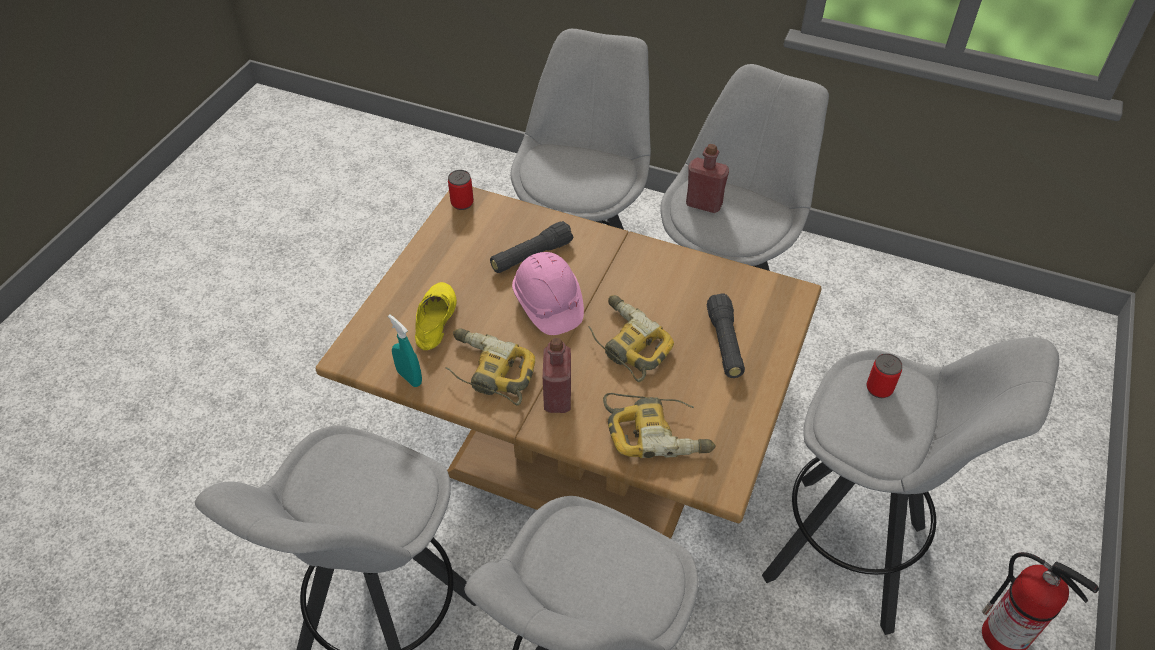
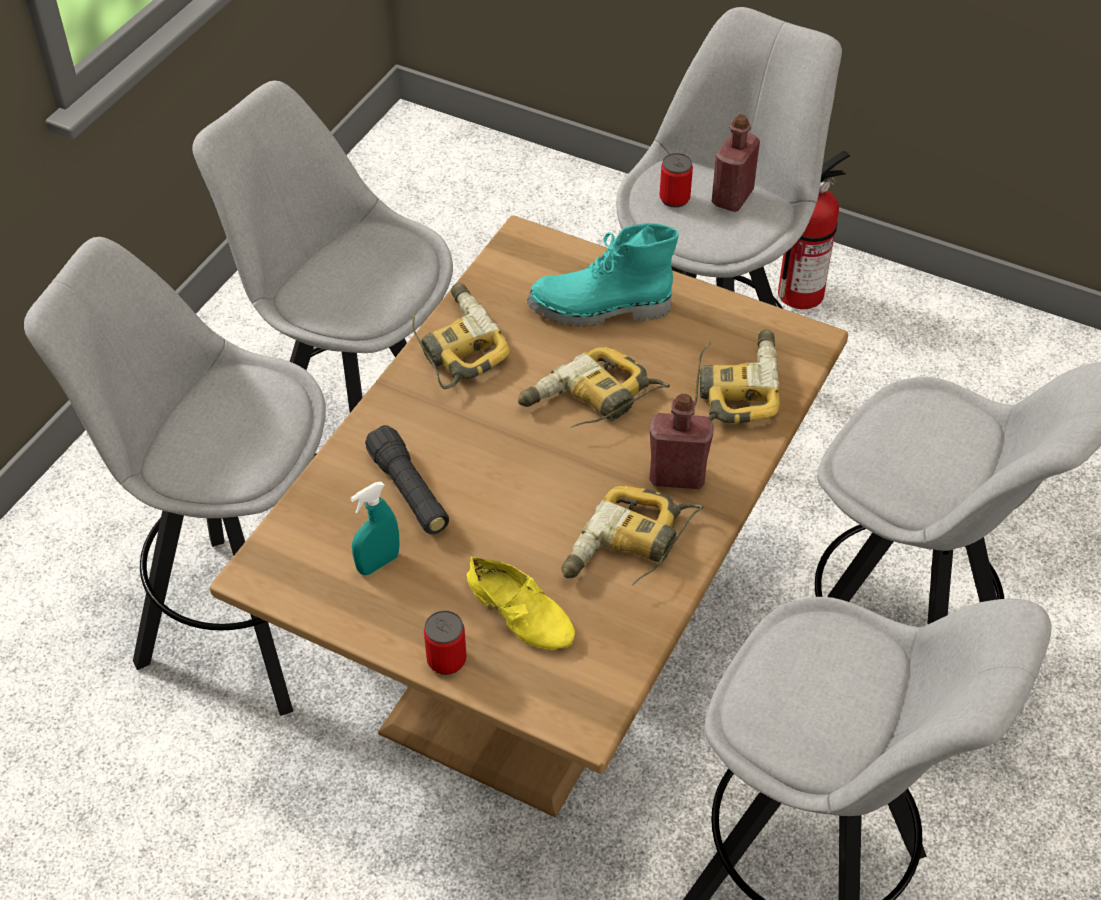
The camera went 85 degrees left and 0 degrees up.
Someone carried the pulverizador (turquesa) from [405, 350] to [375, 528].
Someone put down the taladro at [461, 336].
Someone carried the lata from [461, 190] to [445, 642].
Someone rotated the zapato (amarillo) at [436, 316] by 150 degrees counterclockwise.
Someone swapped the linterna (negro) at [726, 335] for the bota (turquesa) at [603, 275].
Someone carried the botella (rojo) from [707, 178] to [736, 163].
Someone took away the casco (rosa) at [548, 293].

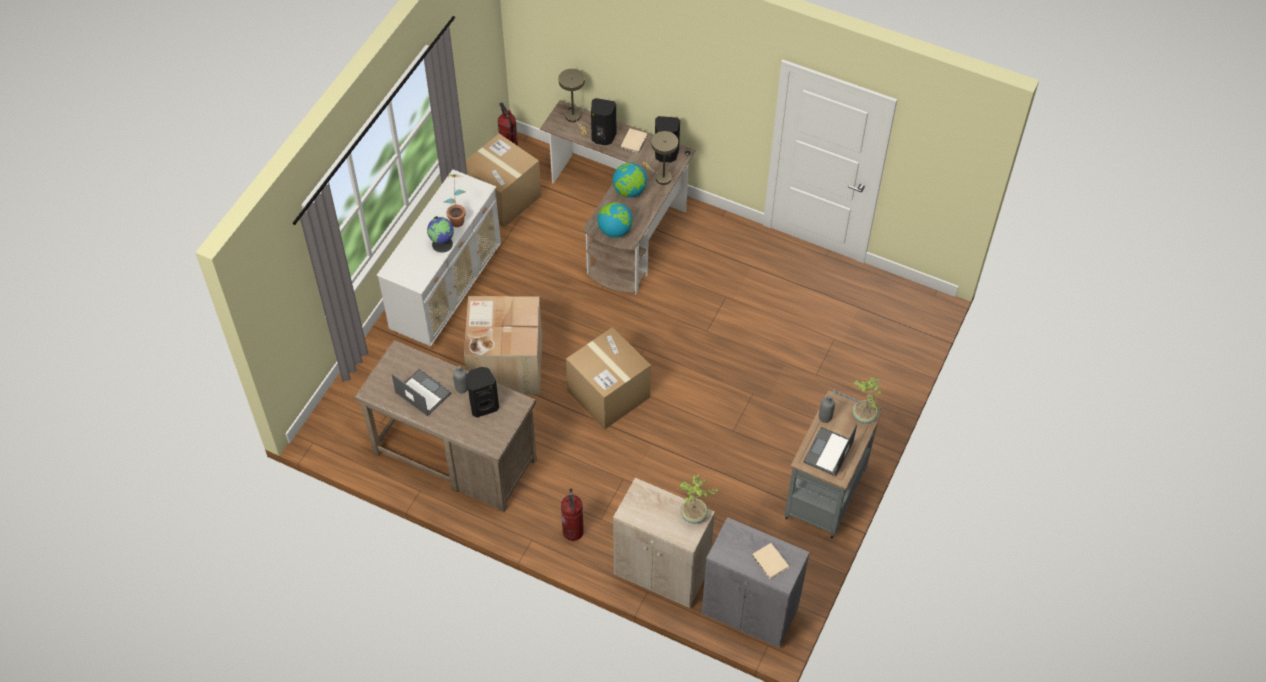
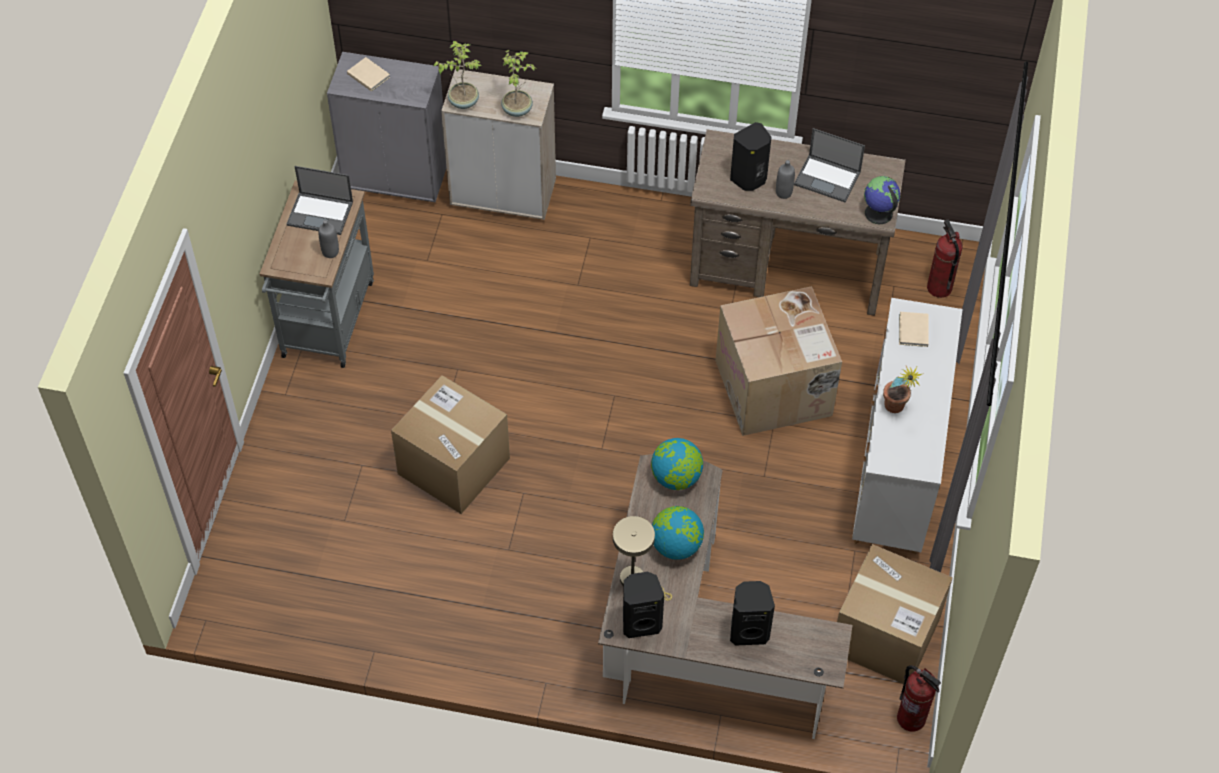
The camera went 165 degrees right and 0 degrees up.
Someone rotated the portátil at [830, 450] by 90 degrees clockwise.
Someone carried the caja de cartón from [608, 378] to [450, 444].
Someone carried the planta en maceta from [866, 400] to [519, 83].
Someone carried the globo terráqueo from [440, 234] to [882, 200].
Someone carried the libro (beis) from [634, 140] to [913, 329].
Someone carried the extintor from [572, 515] to [945, 259].
Someone took away the lámpara de mesa (beis) at [573, 102].

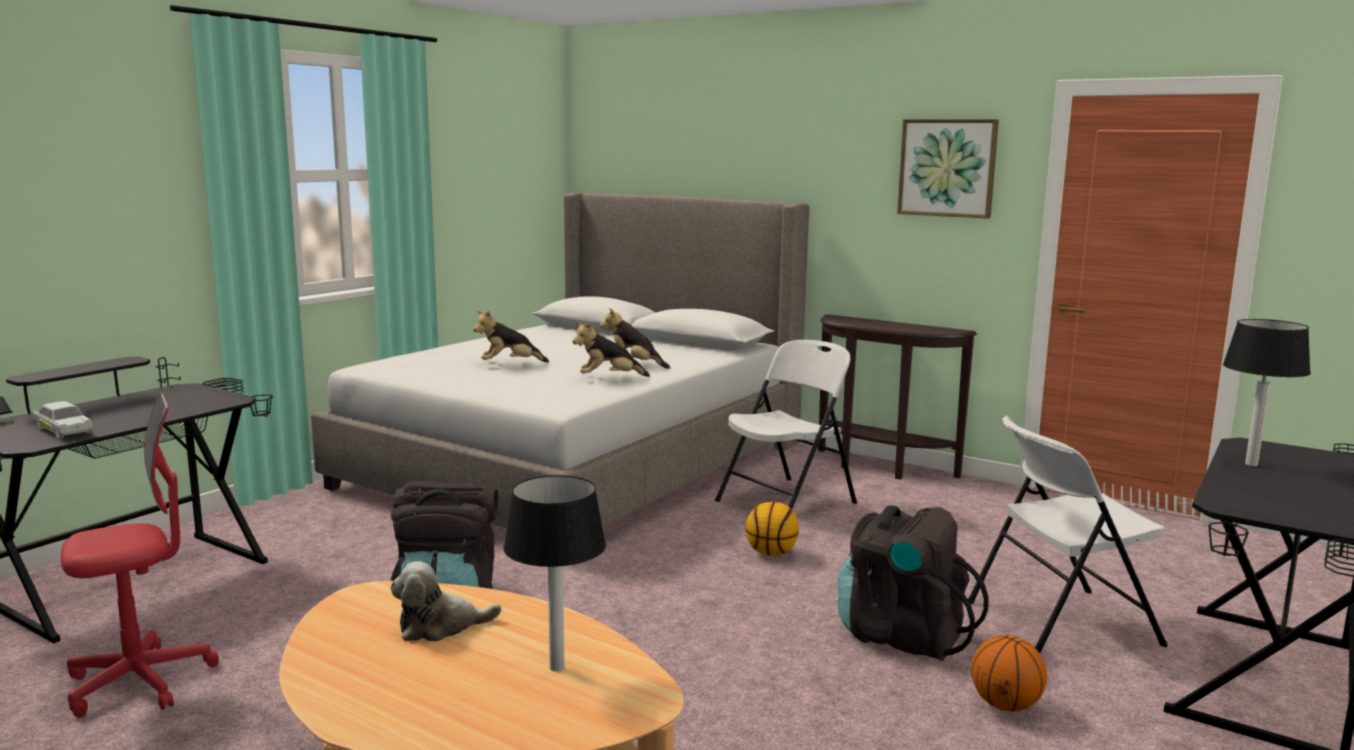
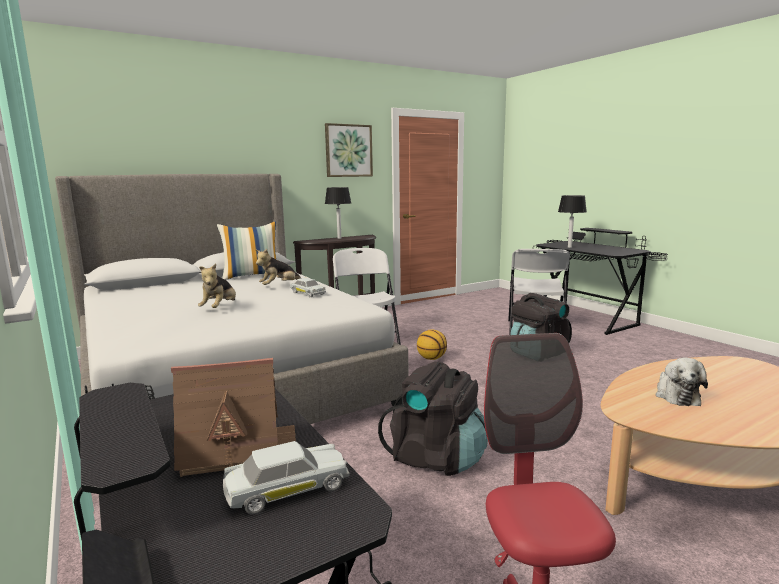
The camera went 65 degrees left and 0 degrees up.
Someone put down the casita at [233, 417].
Someone put down the cojín at [246, 250].
Someone swapped the peluche at [611, 349] for the coche de juguete (blanco) at [308, 287].
Someone carried the lámpara de mesa from [554, 573] to [338, 213].
Someone took away the balón de baloncesto at [1009, 673].

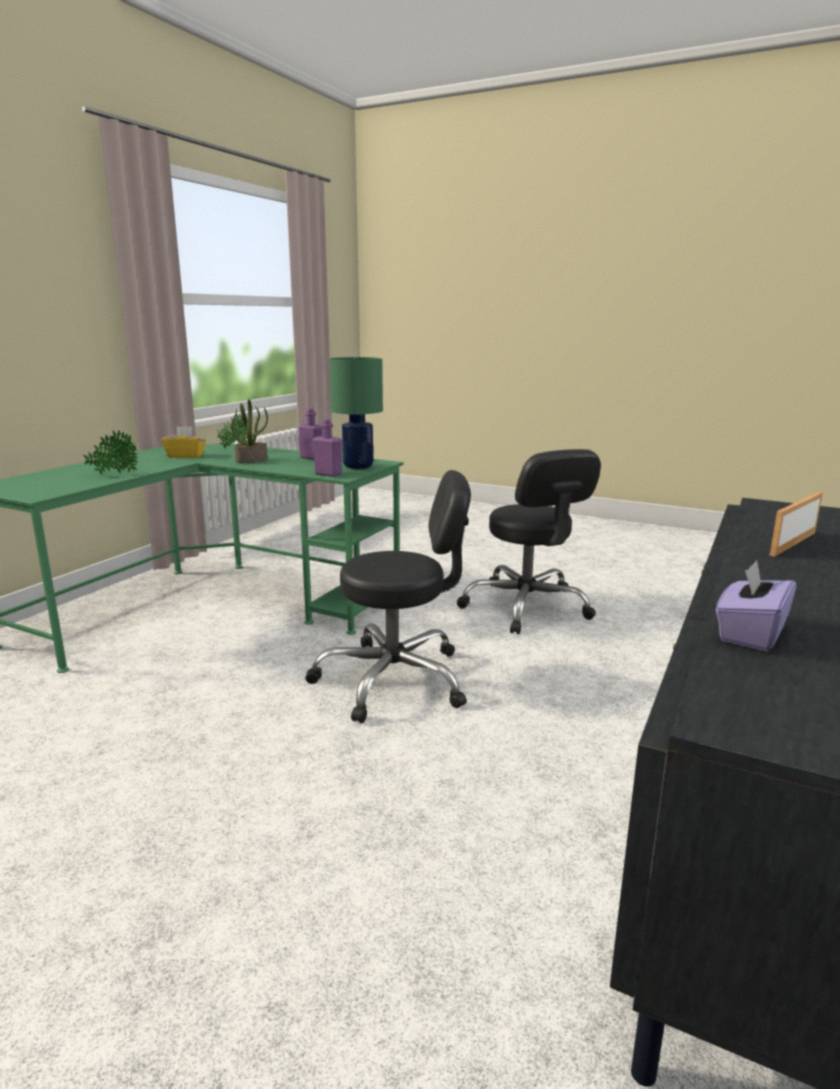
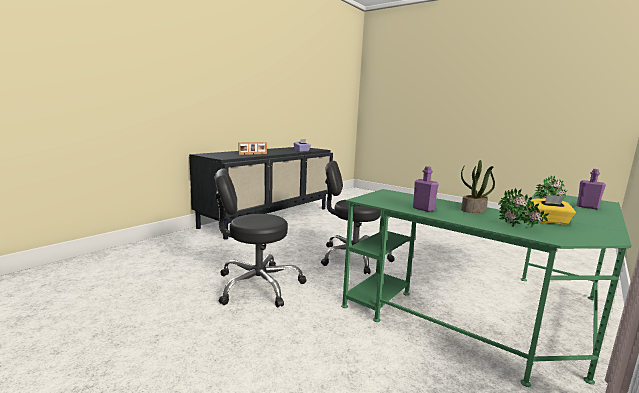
The camera went 170 degrees left and 5 degrees down.
Someone rotated the silla de oficina (negro) at [529, 541] by 90 degrees counterclockwise.
Someone carried the botella (morado) from [327, 448] to [591, 189].
Someone took away the lámpara de mesa (verde) at [356, 413].

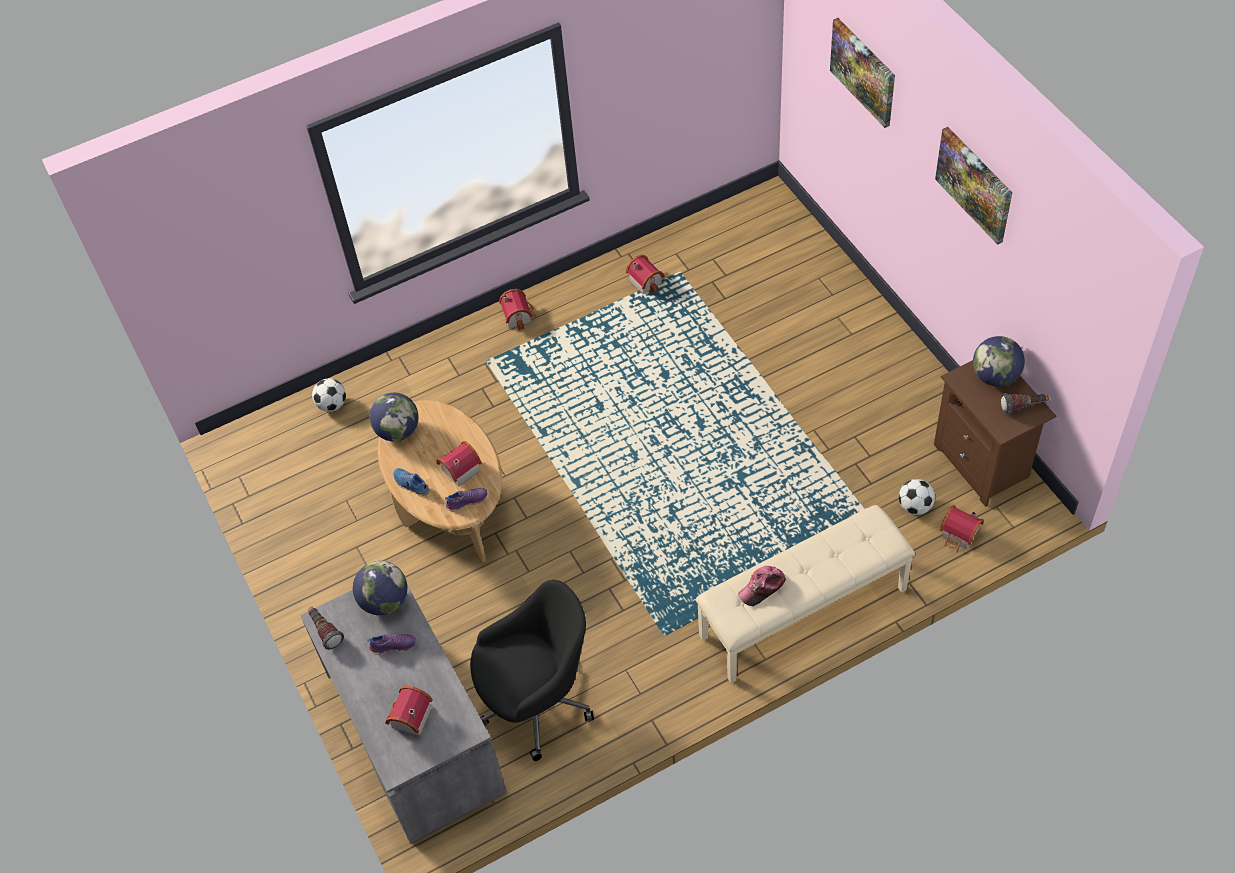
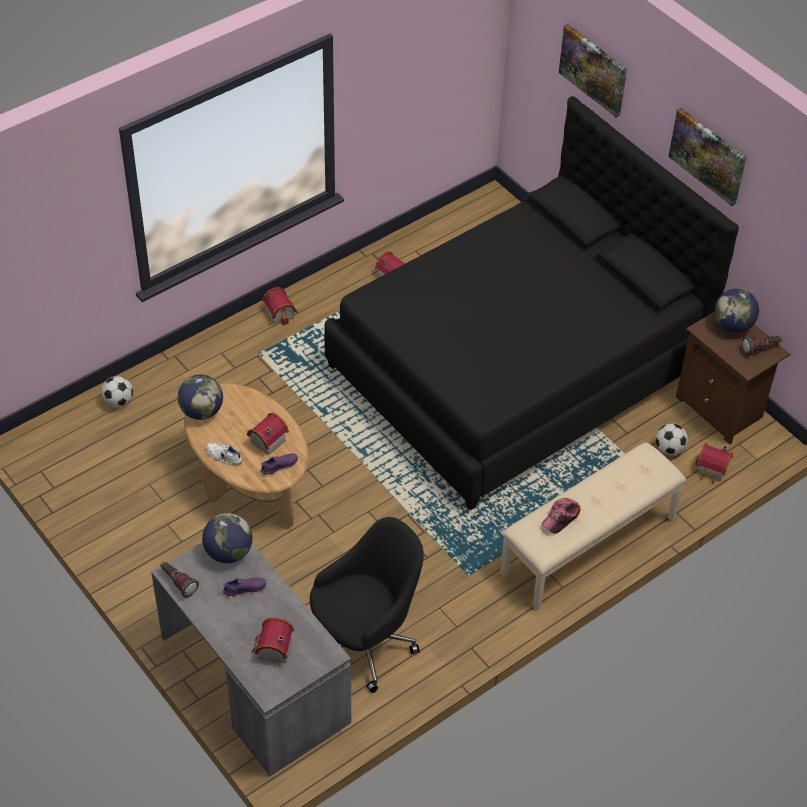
The camera went 15 degrees left and 5 degrees down.
Someone repainted the zapato (azul) at [412, 482], which became the zapato (blanco) at [224, 454].
Someone put down the cama (negro) at [532, 303].

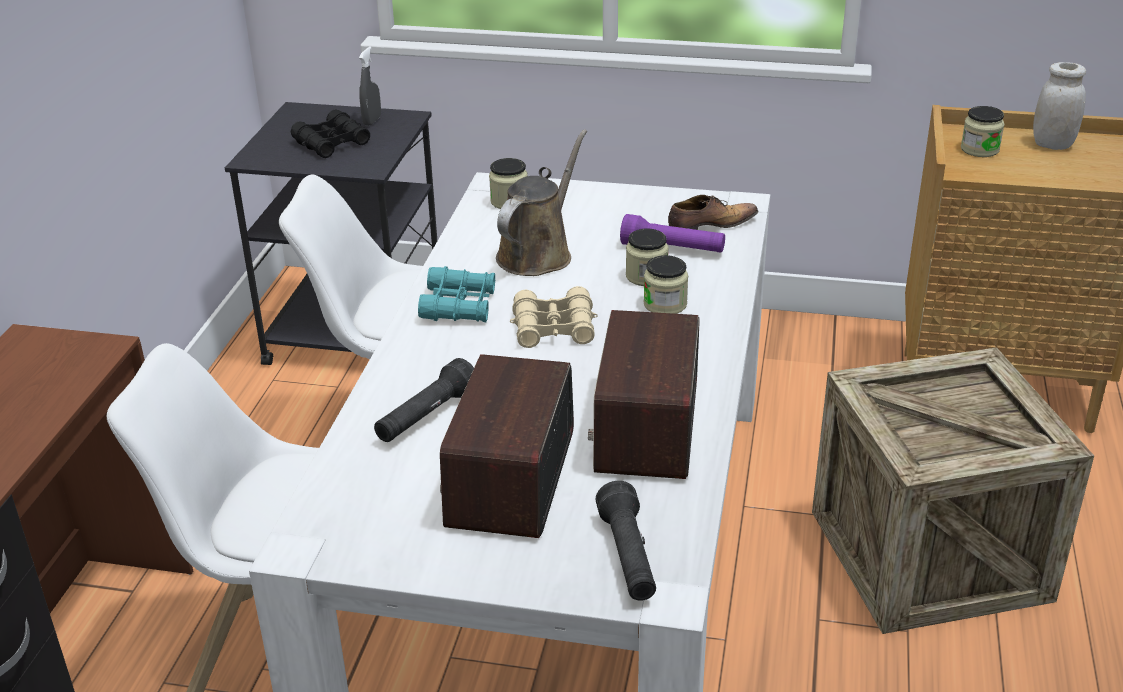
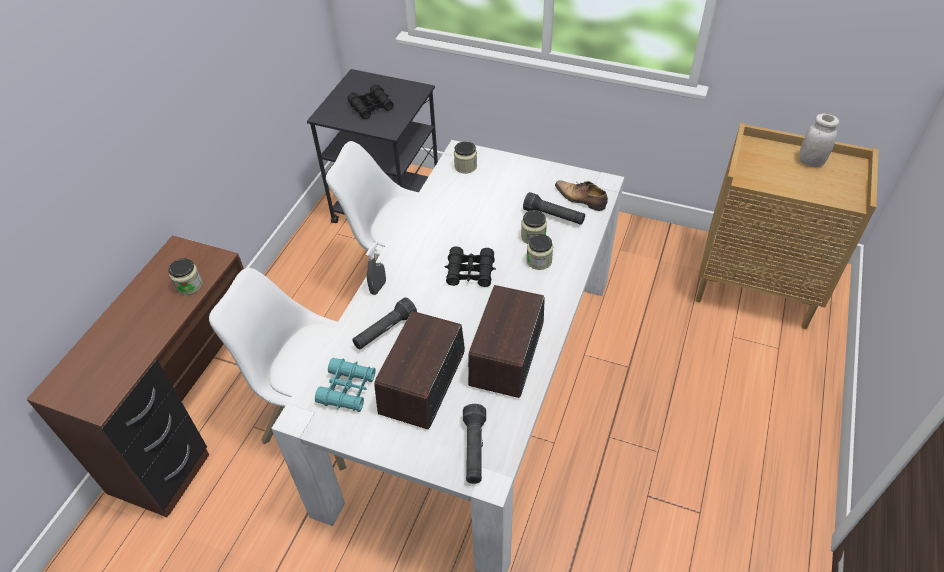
The camera went 10 degrees right and 15 degrees up.
Someone carried the tarro from [982, 131] to [185, 276].
Someone carried the prismáticos (turquesa) from [456, 294] to [345, 385].
Someone carried the pulverizador (gris) from [370, 86] to [376, 268].
Someone repainted the prismáticos (beis) at [554, 317], which became the prismáticos (negro) at [470, 266].
Someone repainted the linterna (morado) at [672, 233], which became the linterna (negro) at [554, 208].
Someone rotated the zapato at [713, 212] by 135 degrees counterclockwise.
Someone took away the regadera (marrón) at [541, 202].
Someone took away the caja de embalaje at [953, 490].

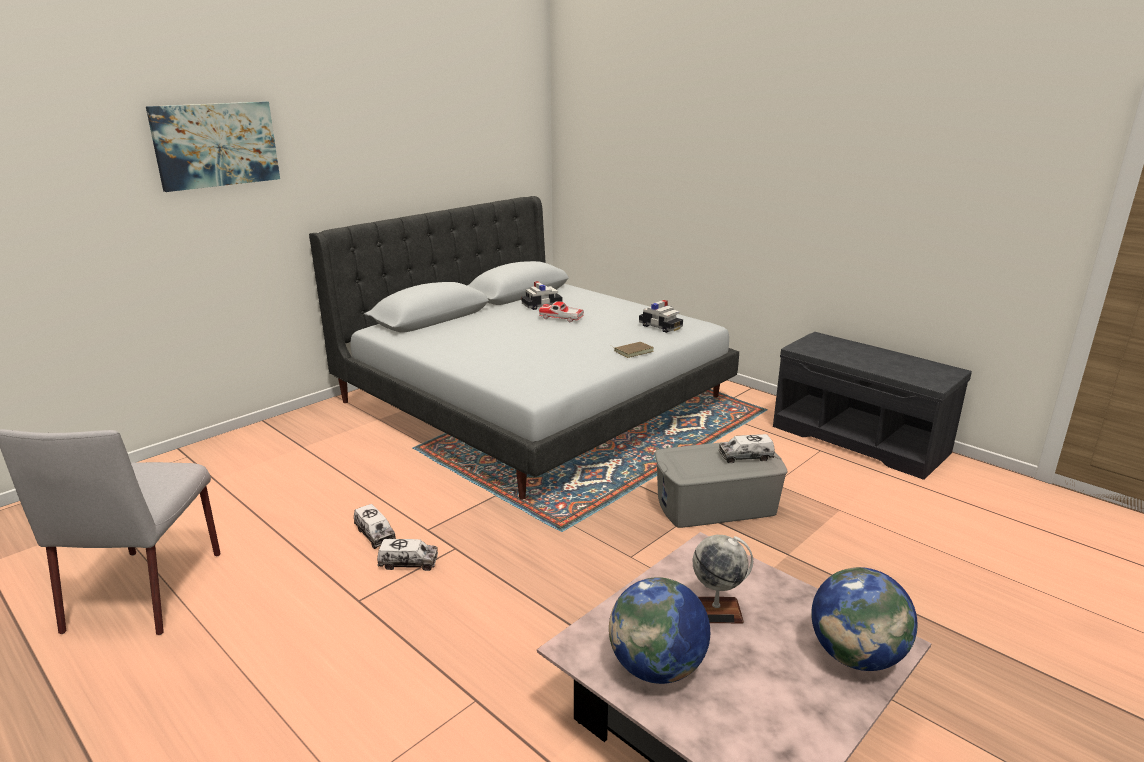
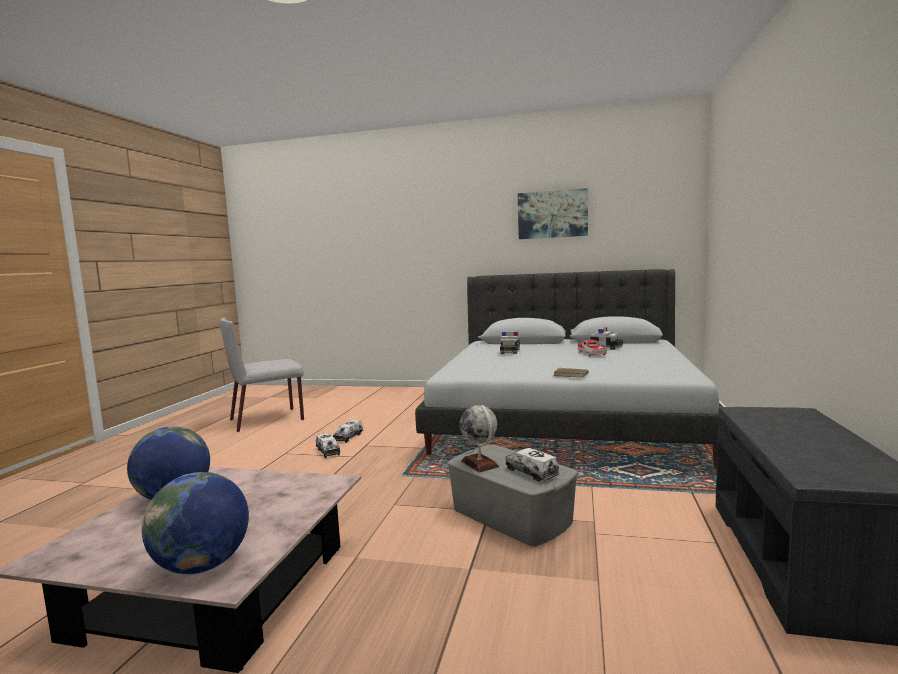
The camera went 60 degrees right and 15 degrees down.
Someone carried the globo terráqueo from [723, 579] to [479, 438].
Someone carried the coche de juguete from [661, 316] to [510, 342].
Someone carried the cuadro from [213, 146] to [553, 213].

